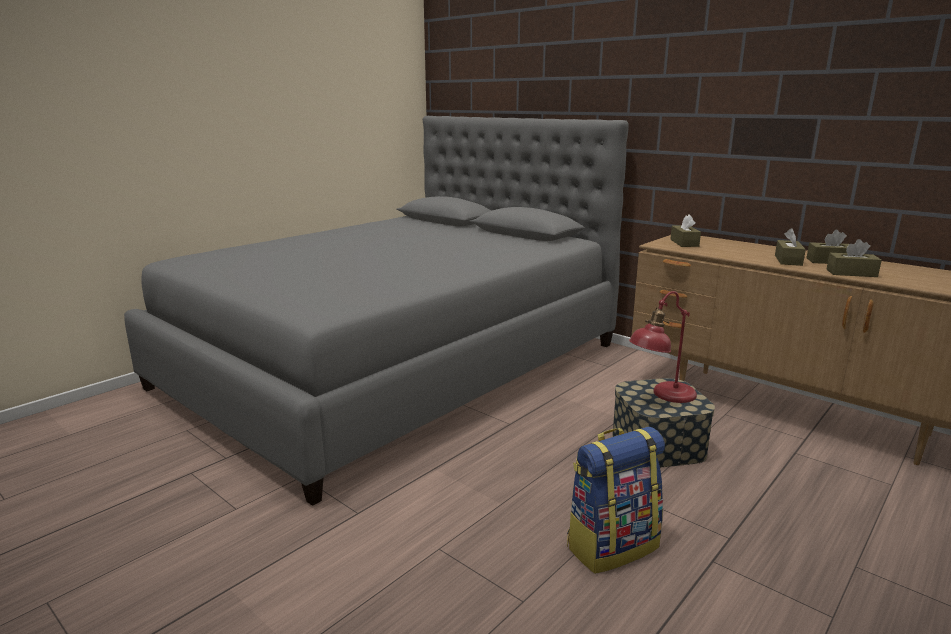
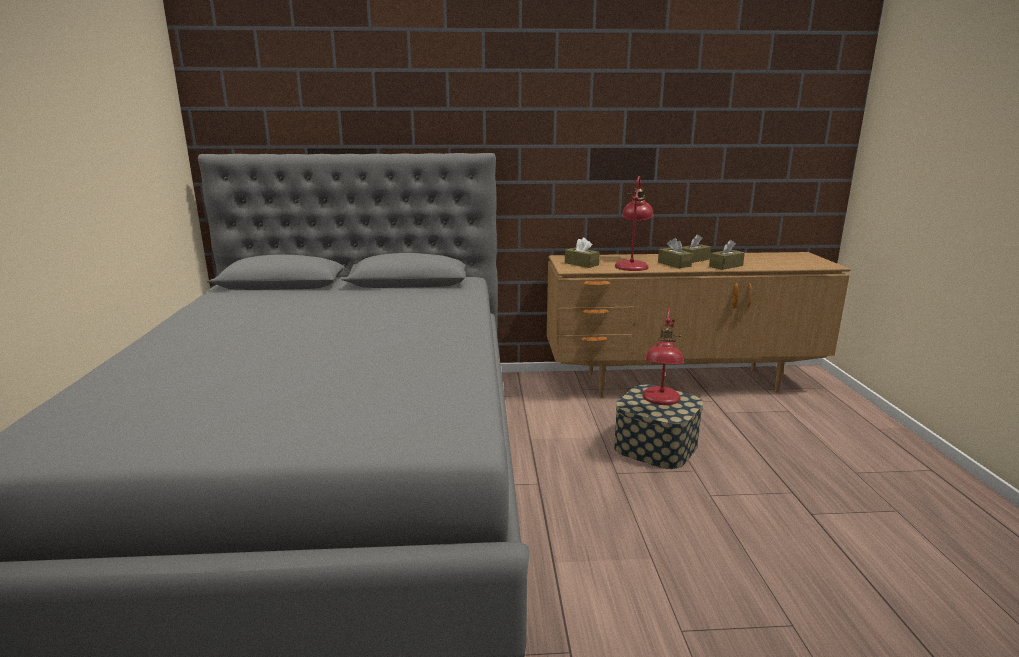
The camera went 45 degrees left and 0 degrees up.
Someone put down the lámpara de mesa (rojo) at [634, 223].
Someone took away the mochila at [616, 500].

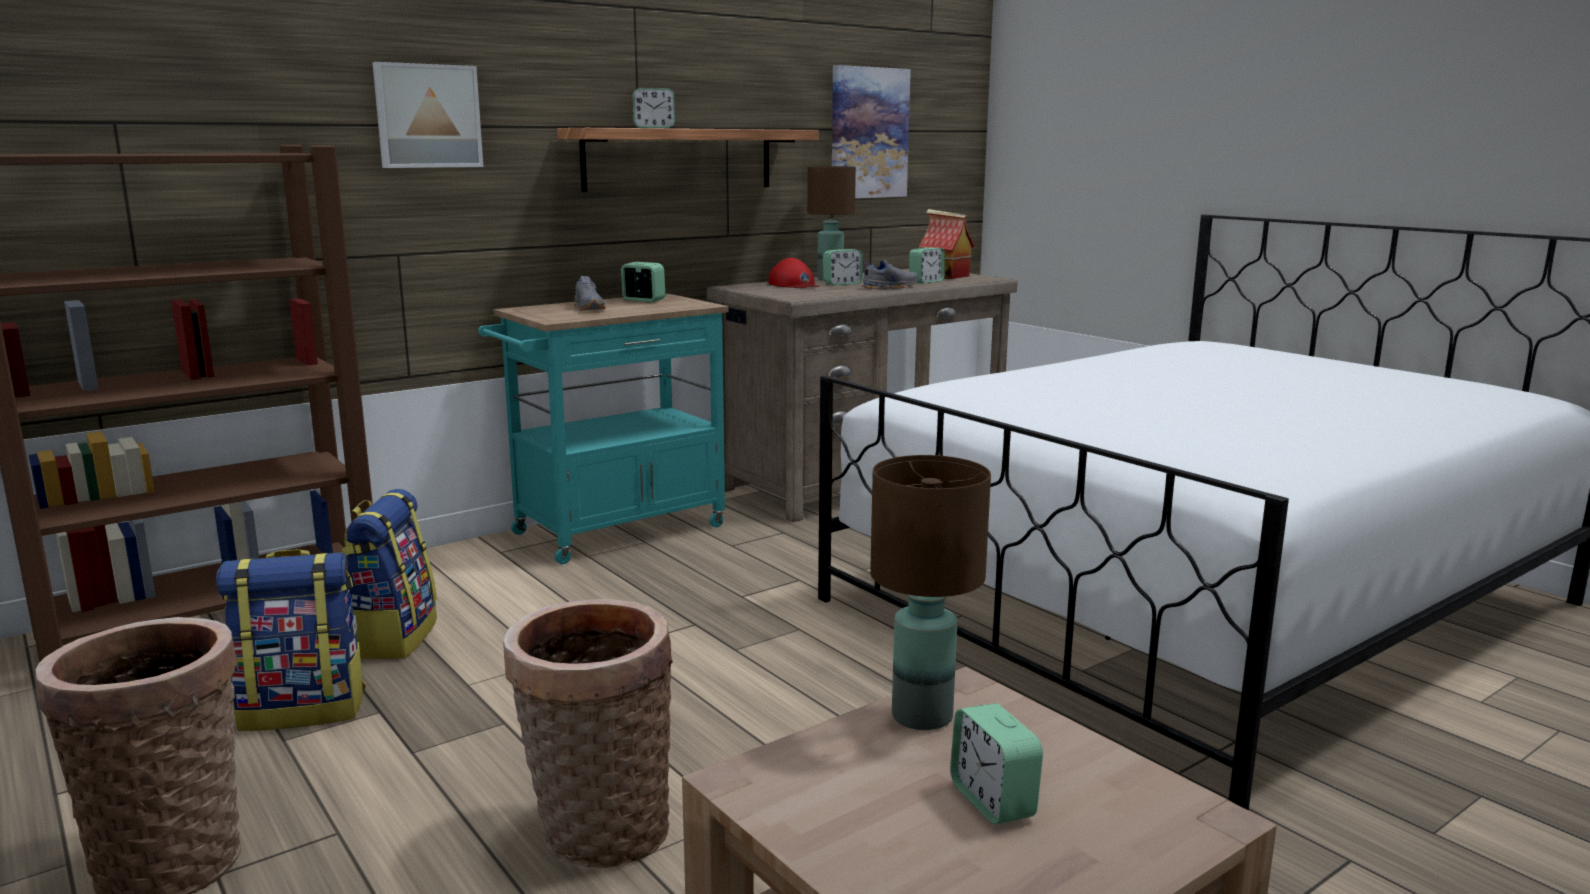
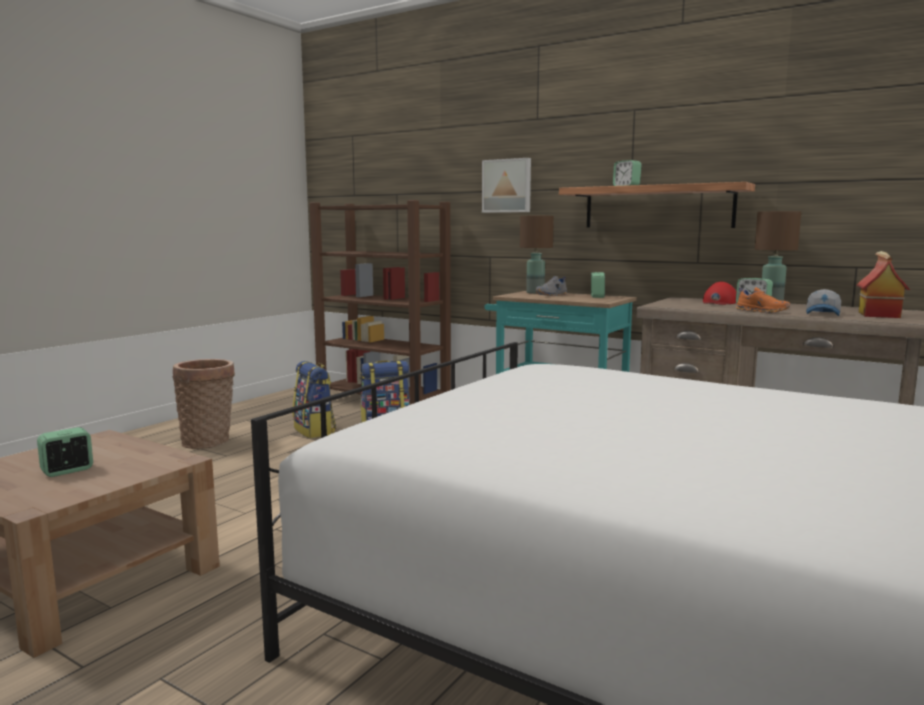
The camera went 70 degrees right and 5 degrees down.
Someone carried the lámpara de mesa (marrón) from [930, 592] to [537, 255].
Someone repainted the zapato (gris) at [890, 274], which became the zapato (naranja) at [762, 300].
Someone swapped the despertador at [927, 266] for the gorra at [823, 302].
Someone took away the cesta at [588, 733].
Someone took away the cuadro at [871, 131].

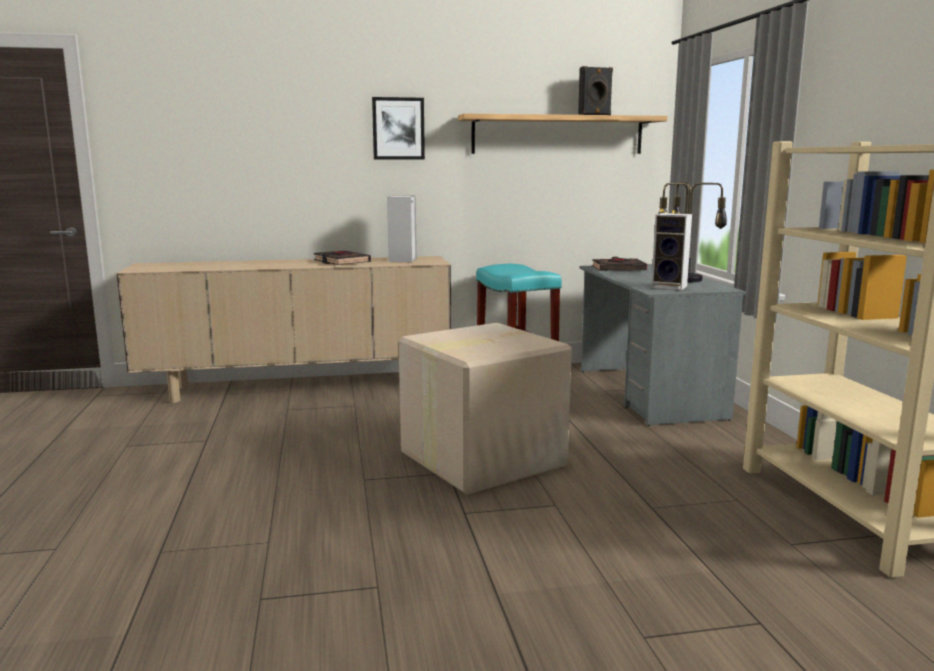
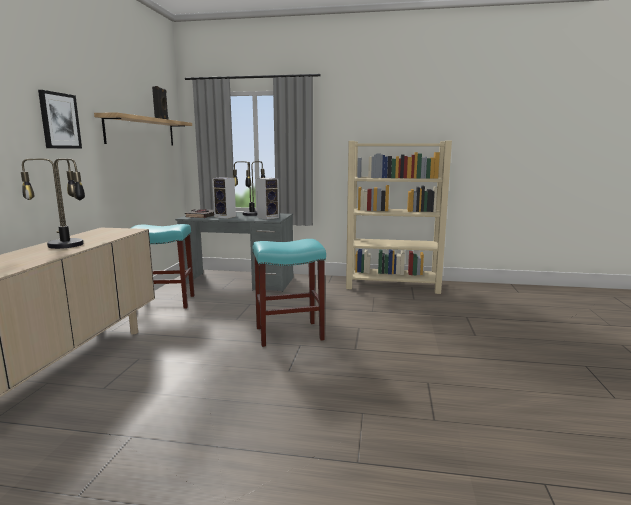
The camera went 70 degrees left and 0 degrees up.
Someone swapped the libro (negro) at [342, 258] for the lámpara de mesa at [53, 203].
Someone carried the altavoz from [402, 229] to [224, 198].
Someone swapped the caja de cartón at [485, 409] for the taburete (turquesa) at [289, 293].

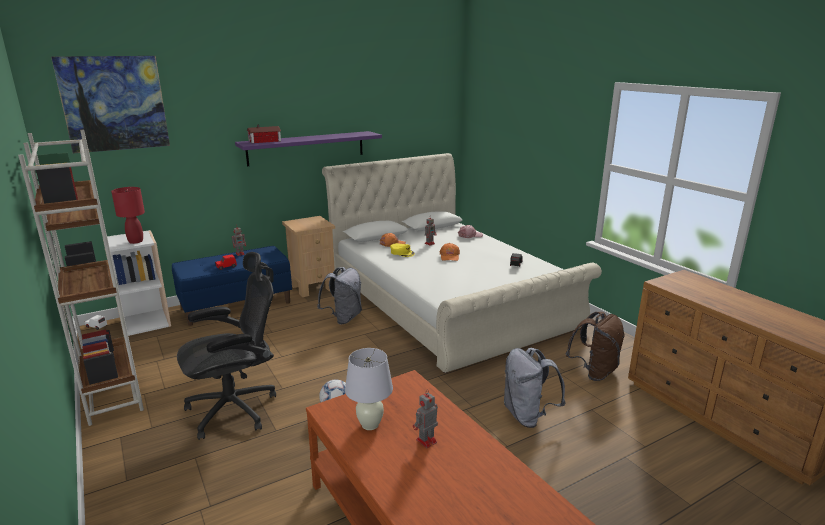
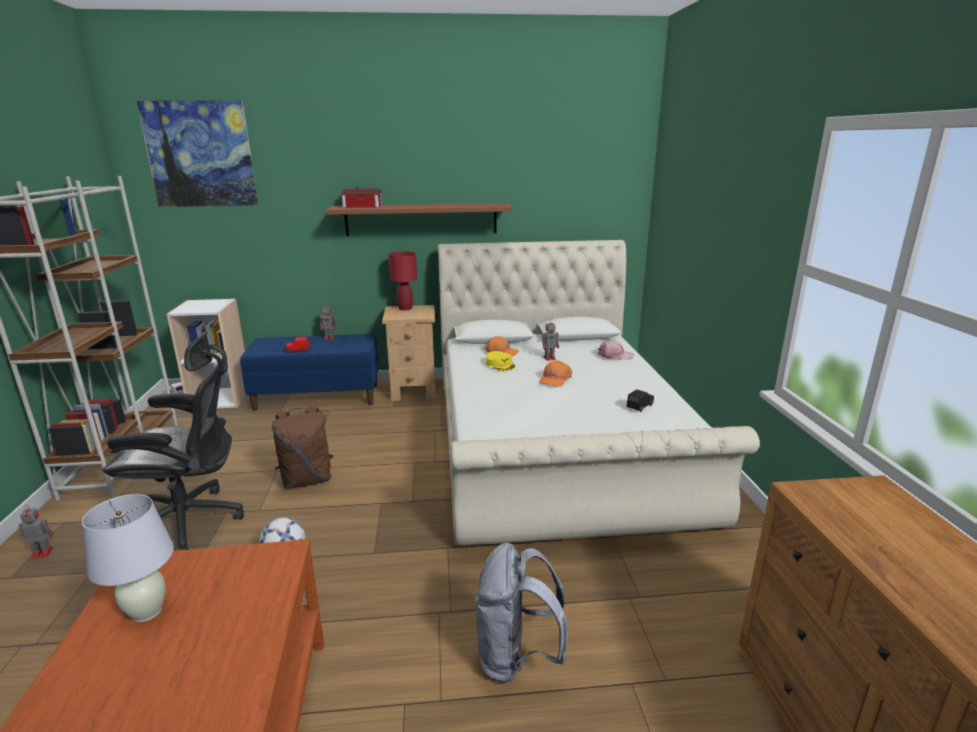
The camera went 25 degrees right and 0 degrees up.
Someone carried the robot de juguete from [425, 419] to [35, 532].
Someone carried the mochila (marrón) from [595, 346] to [302, 447].
Someone repainted the estante (morado) at [308, 149], which became the estante (marrón) at [419, 219].
Someone carried the lámpara de mesa (rojo) from [128, 215] to [403, 281].
Someone took away the mochila (gris) at [339, 295].

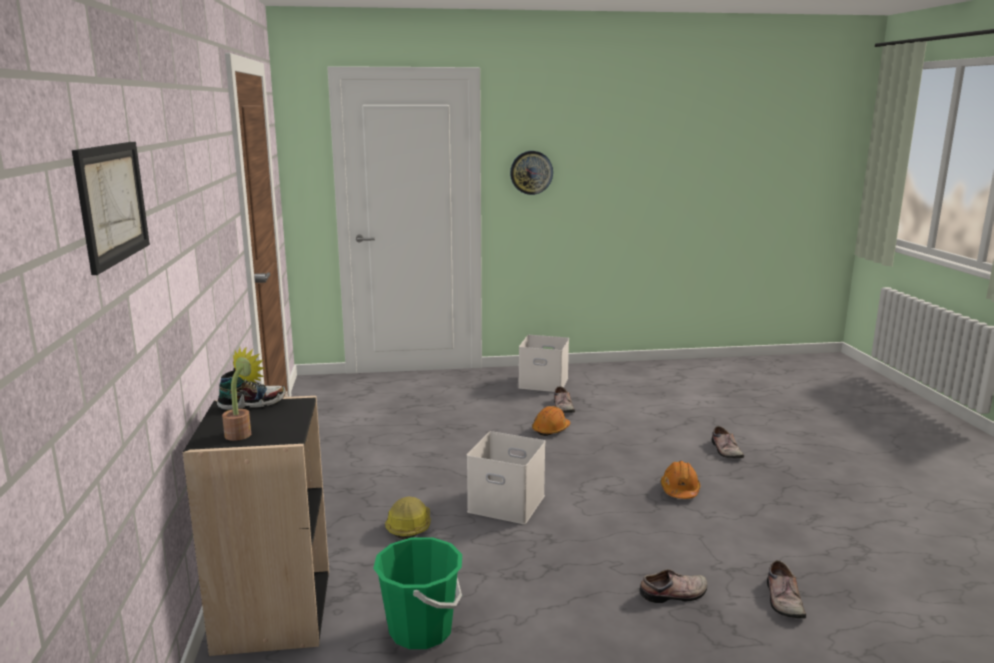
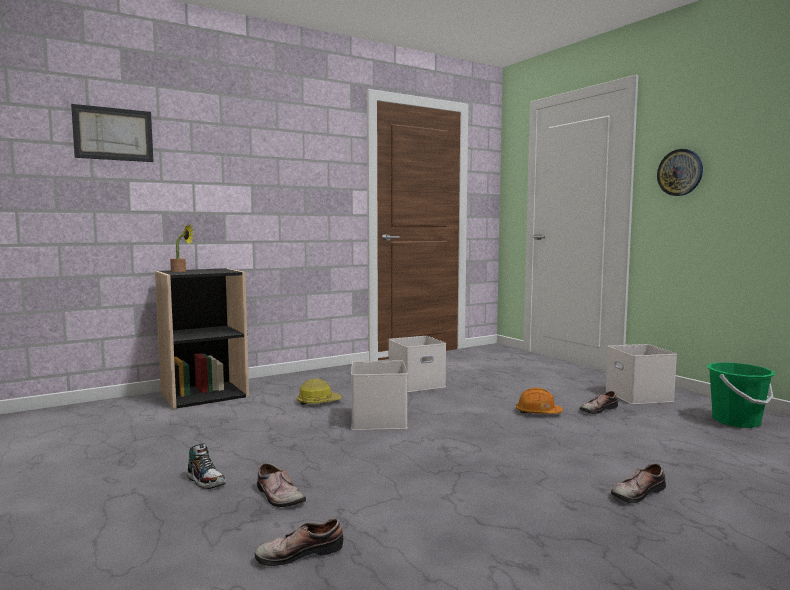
The camera went 65 degrees right and 10 degrees down.
Someone carried the zapato from [251, 389] to [206, 466].
Someone put down the caja de almacenaje (blanco) at [417, 364].
Someone carried the cubo (verde) from [417, 593] to [741, 395].
Someone took away the casco (naranja) at [680, 480].

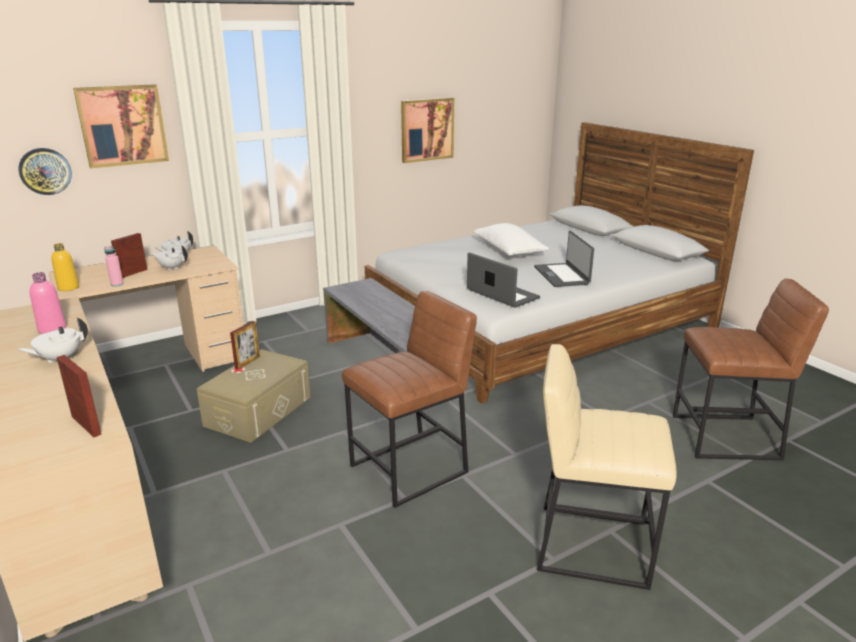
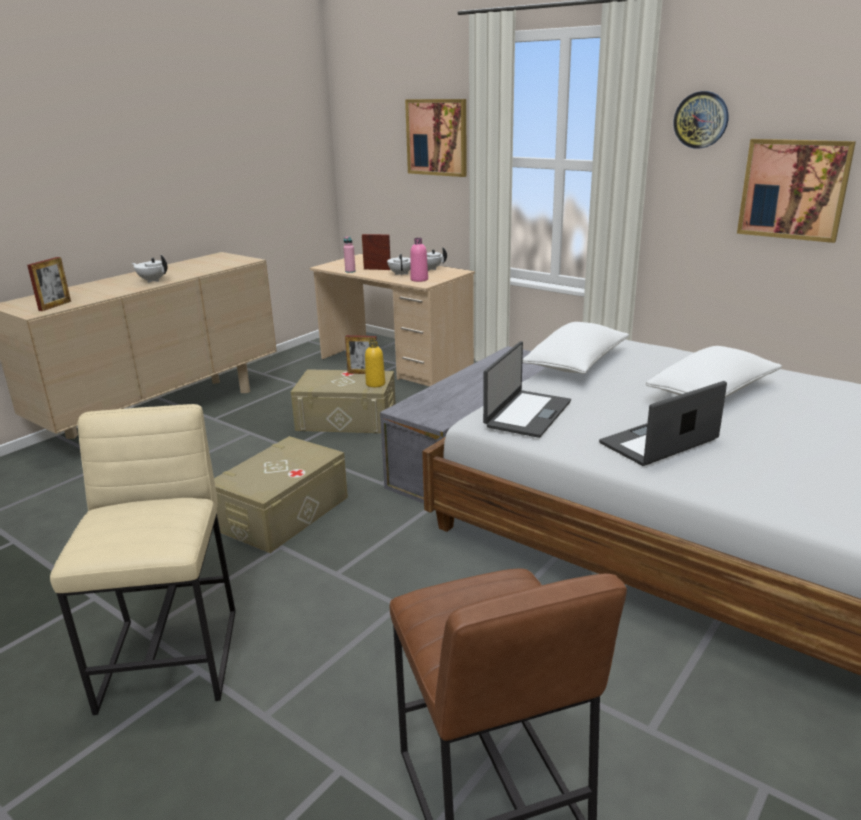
The camera went 70 degrees right and 0 degrees up.
Someone swapped the silla (marrón) at [409, 399] for the caja de almacenaje (beis) at [281, 494].
Someone carried the botella (amarillo) from [65, 267] to [375, 363].
Someone carried the botella (rosa) from [47, 303] to [419, 260].
Someone put down the cojín (blanco) at [575, 348].
Someone carried the reloj de pared from [45, 171] to [701, 120].

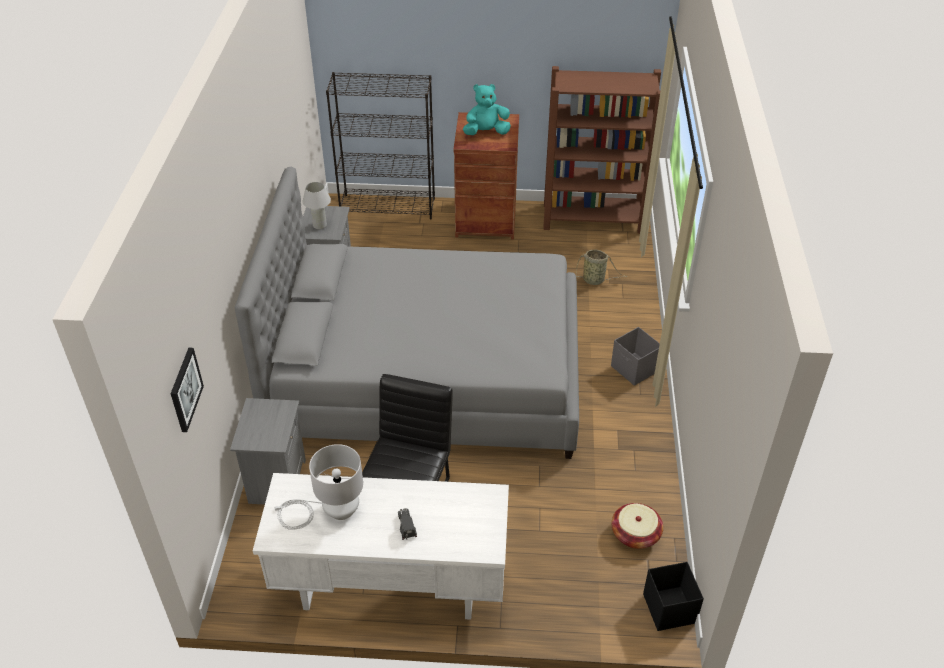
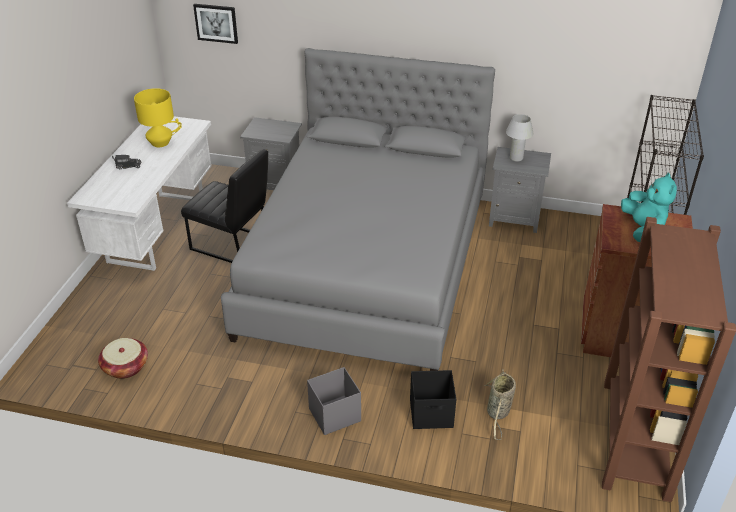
The camera went 100 degrees right and 5 degrees down.
Someone repainted the lámpara de mesa (blanco) at [319, 487], which became the lámpara de mesa (amarillo) at [158, 117].
Someone carried the caja de almacenaje (negro) from [673, 596] to [433, 399].

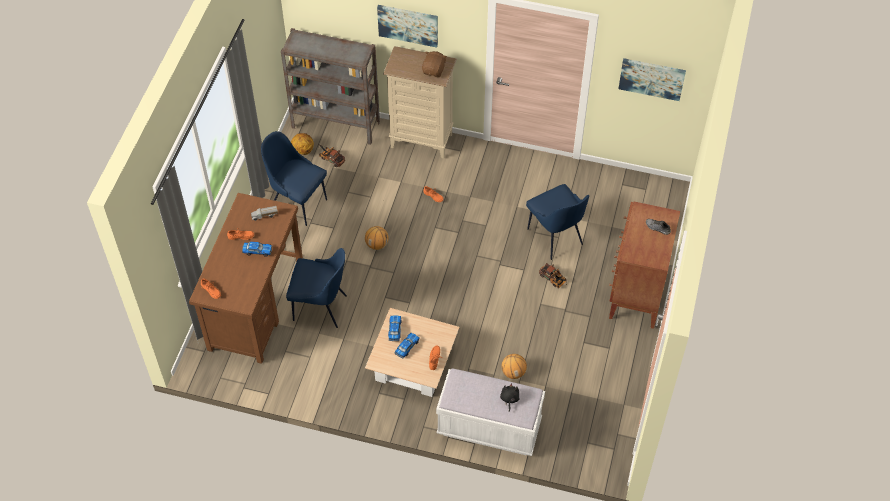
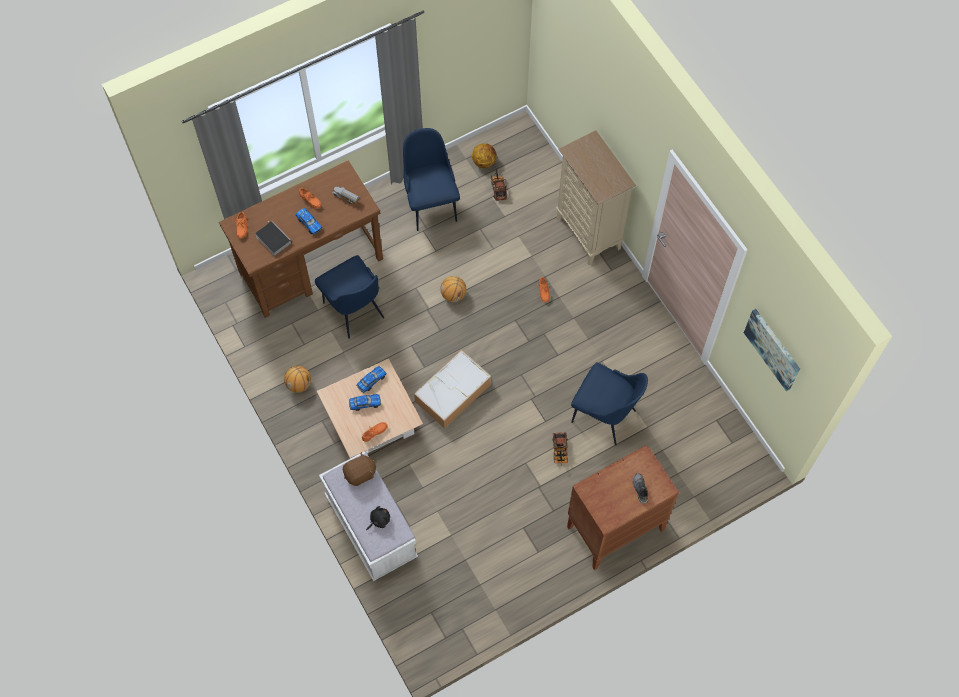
The camera went 45 degrees right and 10 degrees up.
Someone put down the libro at [273, 238].
Someone carried the balón de baloncesto from [514, 366] to [297, 379].
Someone carried the peluche (marrón) from [434, 64] to [360, 469].
Someone put down the caja de almacenaje at [452, 389].
Someone rotated the silla (azul) at [557, 222] by 75 degrees counterclockwise.
Someone took away the estantería (gris) at [330, 86].
Someone took away the cuadro at [407, 26].

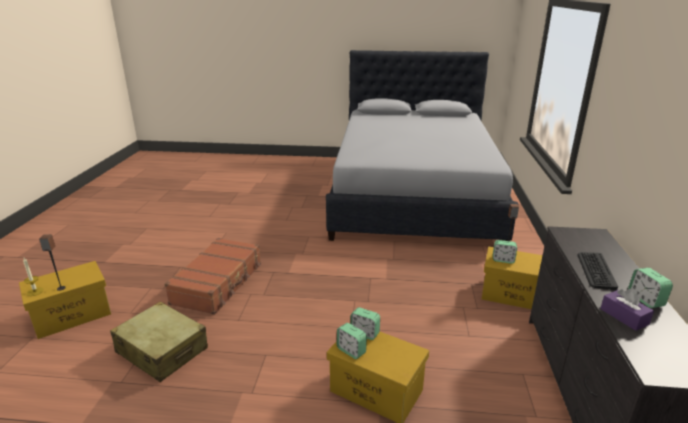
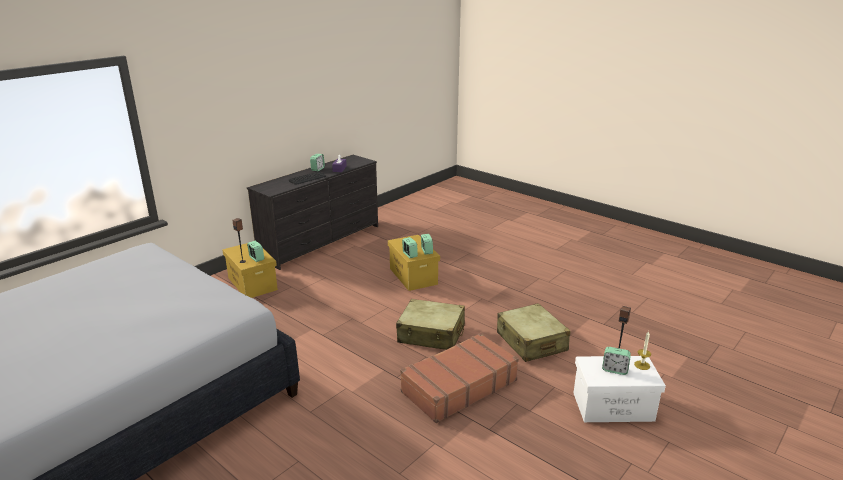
The camera went 145 degrees left and 0 degrees up.
Someone put down the maleta (beis) at [430, 324].
Someone repainted the caja de almacenaje (amarillo) at [65, 300], which became the caja de almacenaje (blanco) at [619, 389].
Someone put down the despertador at [616, 361].

